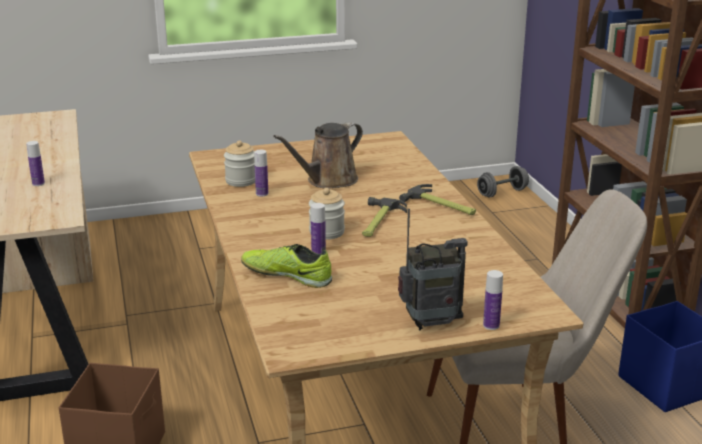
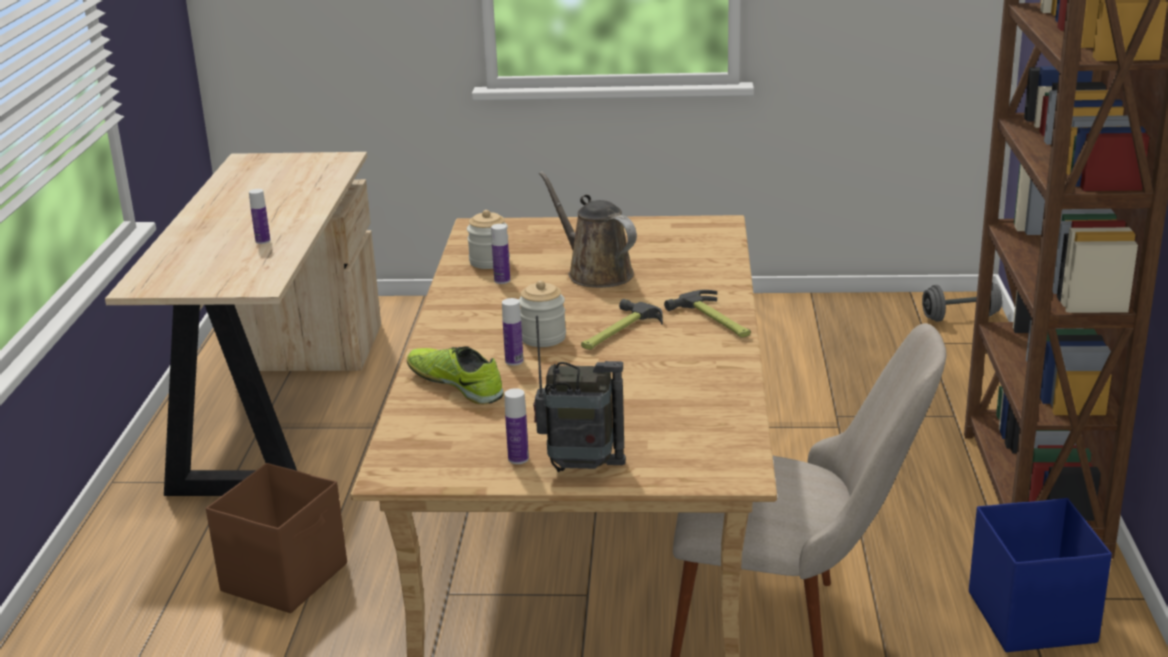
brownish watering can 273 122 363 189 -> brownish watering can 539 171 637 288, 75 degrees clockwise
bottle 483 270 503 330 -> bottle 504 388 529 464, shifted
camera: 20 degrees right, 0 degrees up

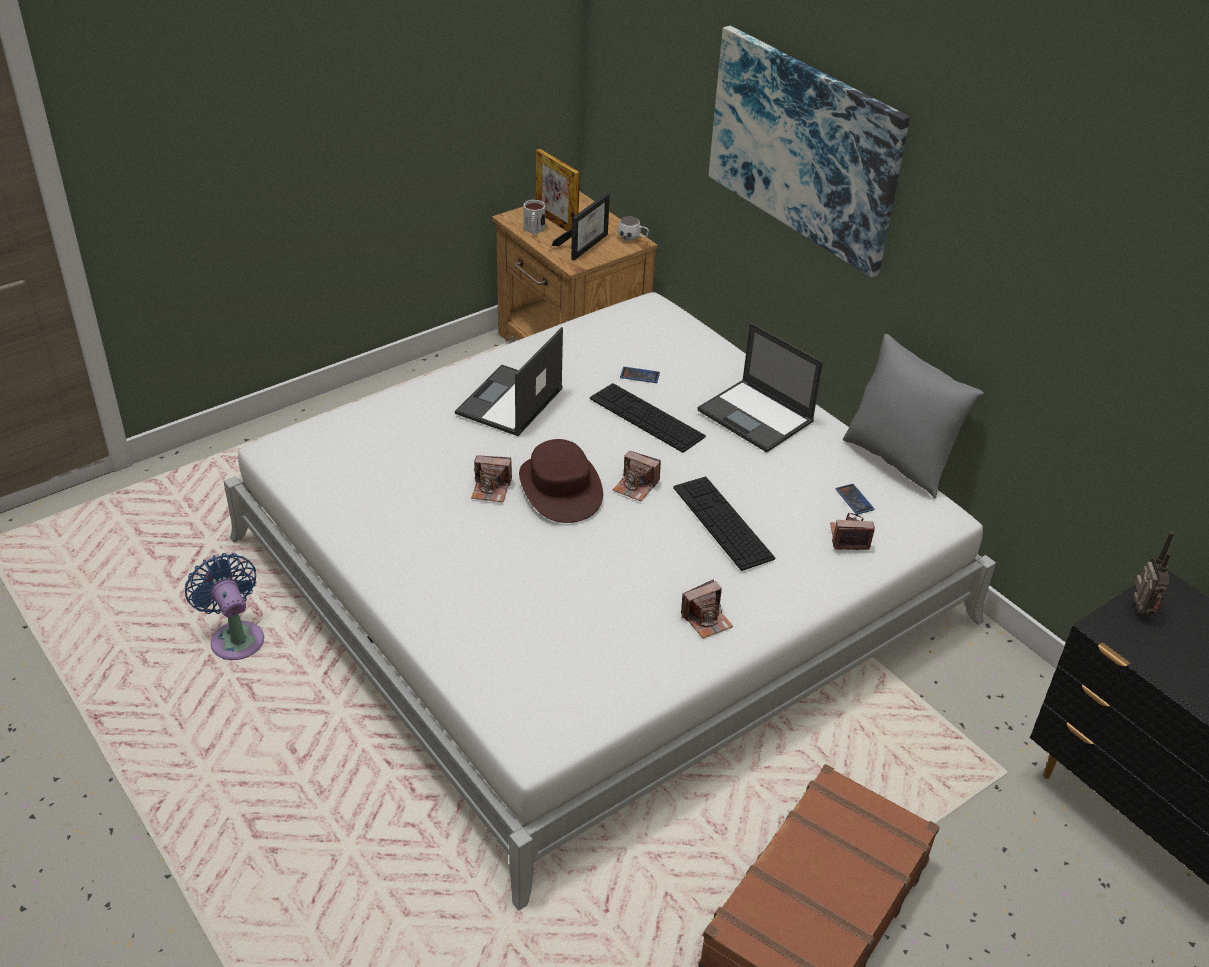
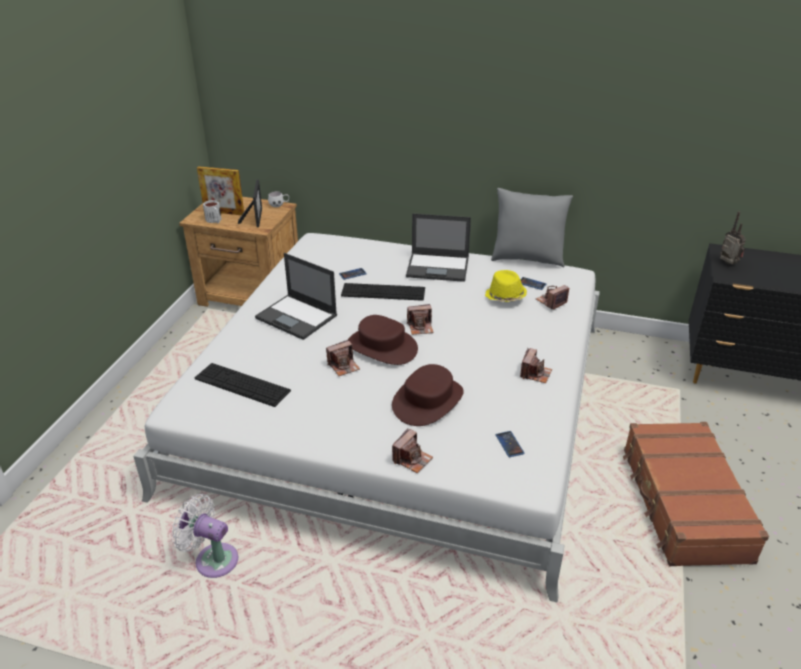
picture 709 26 910 277 -> none
notebook computer 455 327 563 436 -> notebook computer 255 253 337 340, 45 degrees counterclockwise
PC keyboard 673 477 775 571 -> PC keyboard 194 363 291 407, shifted
blue-coloured electric fan 185 553 264 660 -> white electric fan 172 494 238 578
none -> yellow wearable hat 485 270 527 302
none -> brownish wearable hat 392 364 464 426
none -> photo camera 392 429 433 473
none -> phone 496 431 525 457
camera: 35 degrees left, 5 degrees down

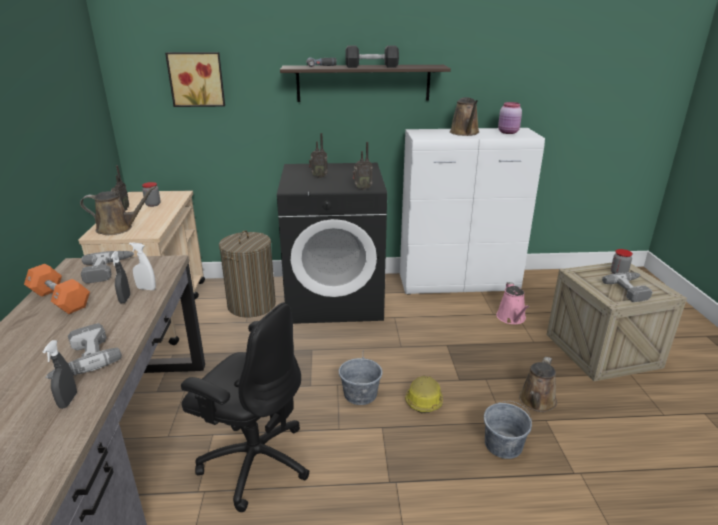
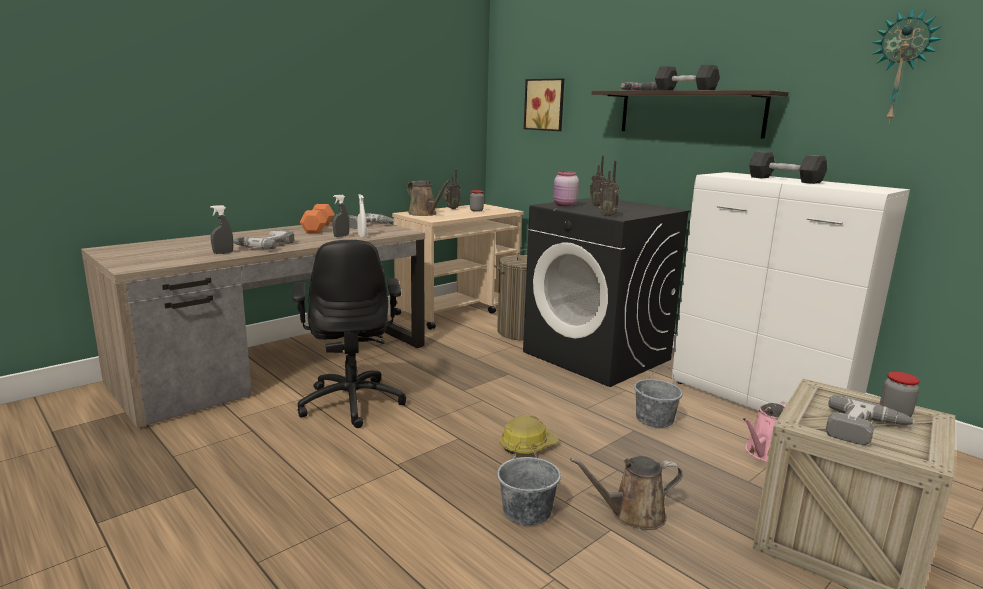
brownish watering can 450 97 479 136 -> black dumbbell 749 151 827 184
pink-coloured jar 498 102 522 134 -> pink-coloured jar 553 171 579 207, shifted
greyish pail 339 350 383 405 -> greyish pail 634 366 683 428, shifted
none -> wall clock 872 7 942 123
camera: 50 degrees right, 10 degrees down

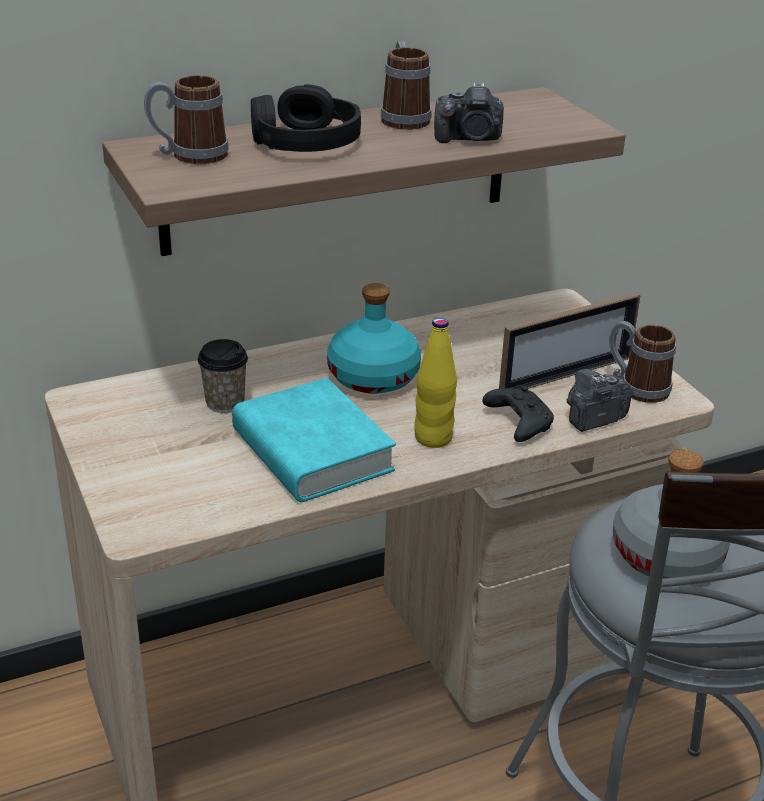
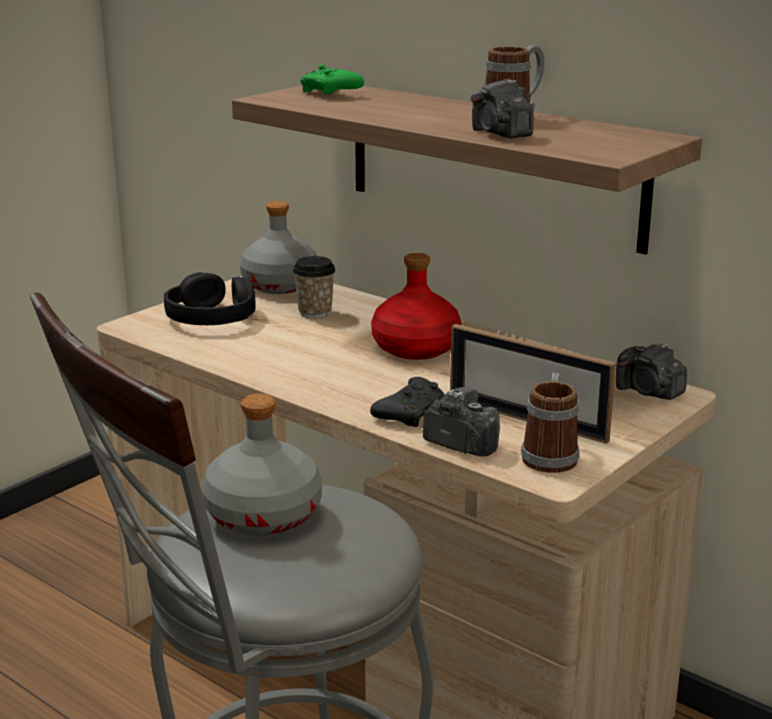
coffee mug 144 75 229 164 -> greenish gamepad 300 64 364 94
black headset 251 84 361 152 -> black headset 164 272 256 325, shifted
turquoise bottle 327 283 421 394 -> red-coloured bottle 371 253 462 360
yellow bottle 414 317 457 448 -> none
turquoise volume 232 378 396 502 -> none
none -> greyish bottle 240 201 317 294
none -> photo camera 616 342 687 400
camera: 65 degrees right, 10 degrees down

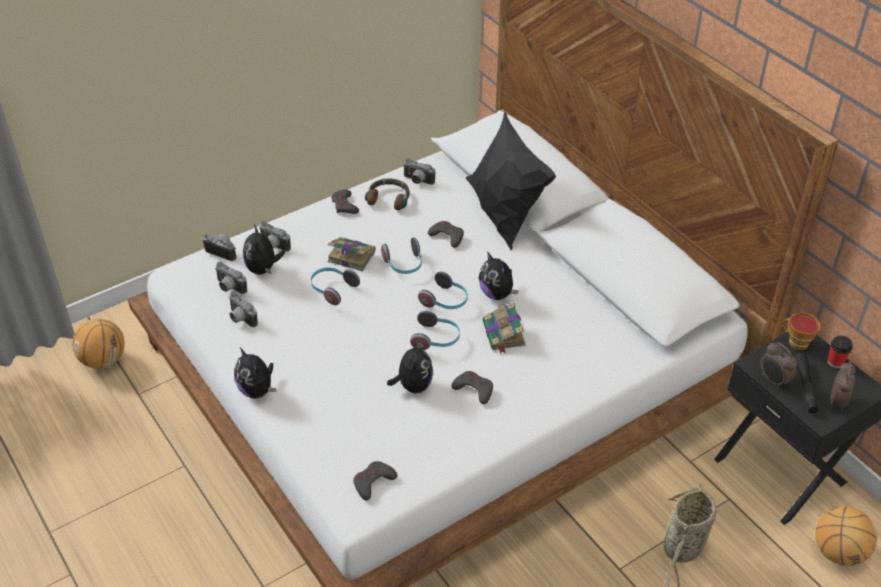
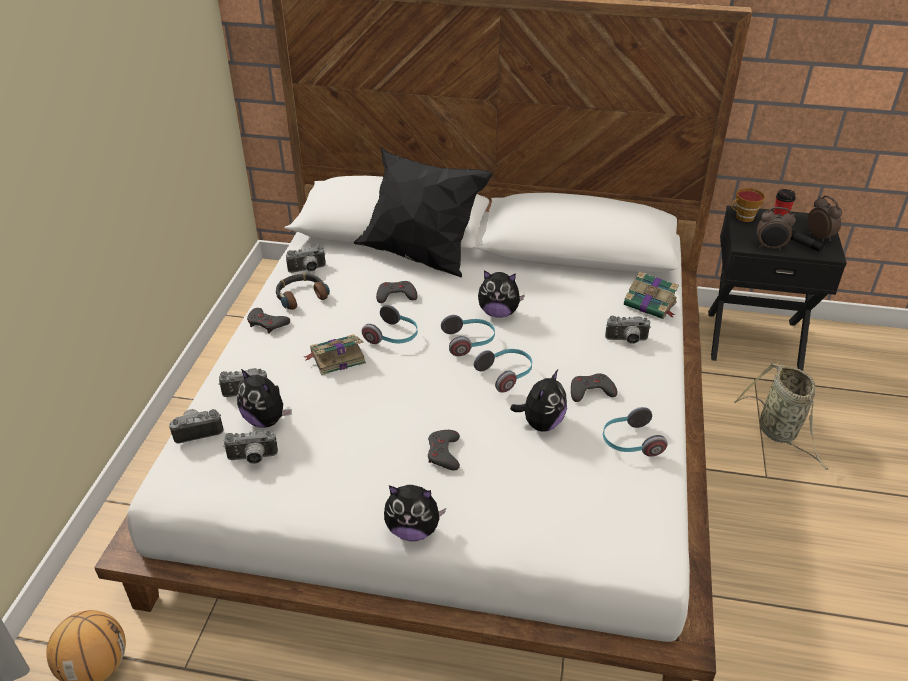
headset 311 268 360 305 -> headset 603 407 668 456, shifted
photo camera 229 291 258 327 -> photo camera 605 316 651 344, shifted
volume 482 302 526 354 -> volume 624 271 679 319, shifted
plush toy 387 339 433 393 -> plush toy 510 370 567 432, 75 degrees clockwise
greyish gamepad 353 461 397 500 -> greyish gamepad 428 430 460 471, shifted
basketball 815 506 877 566 -> none
camera: 45 degrees left, 5 degrees down

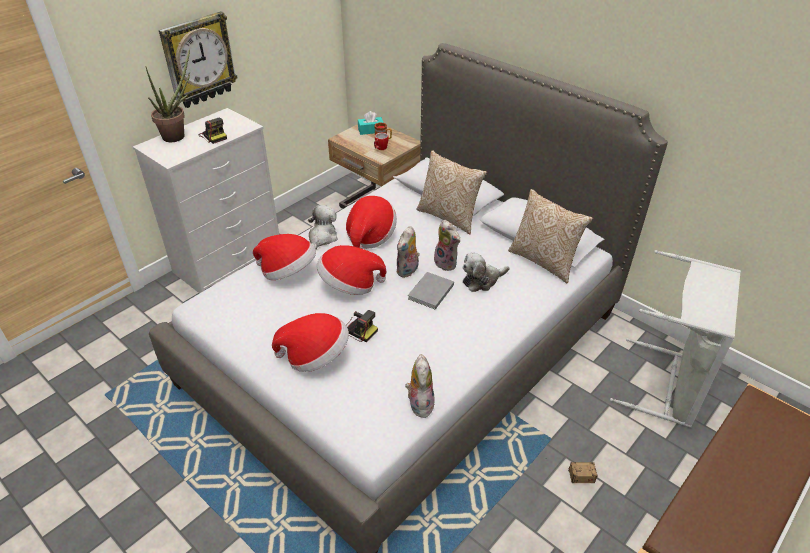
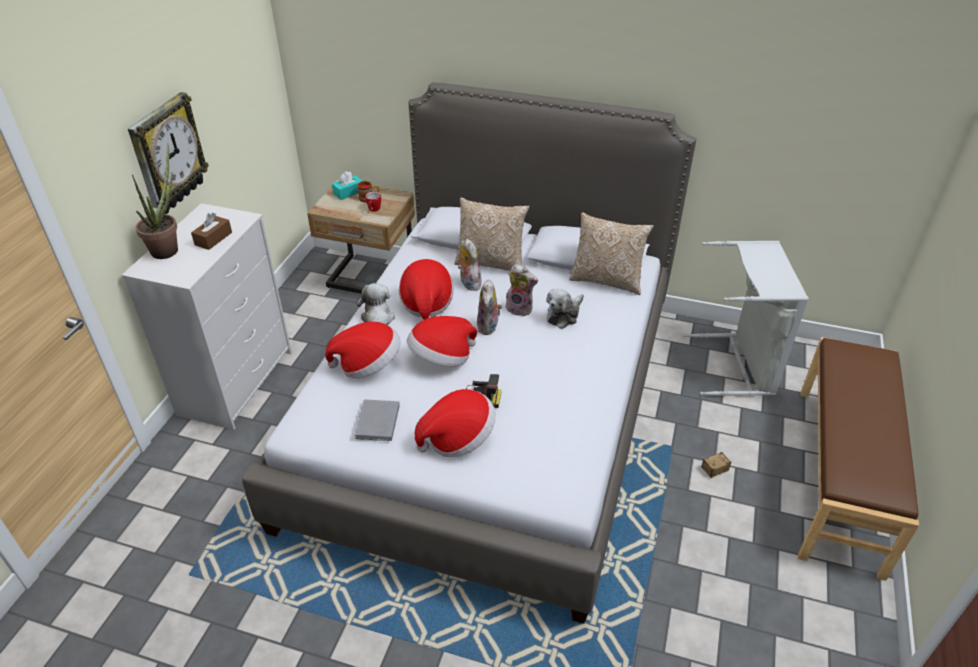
photo camera 198 117 227 144 -> brownish tissue box 191 212 232 250
greyish volume 408 272 454 310 -> greyish volume 354 399 400 441, shifted
plush toy 405 354 435 418 -> plush toy 458 239 482 291, shifted
camera: 25 degrees left, 0 degrees up

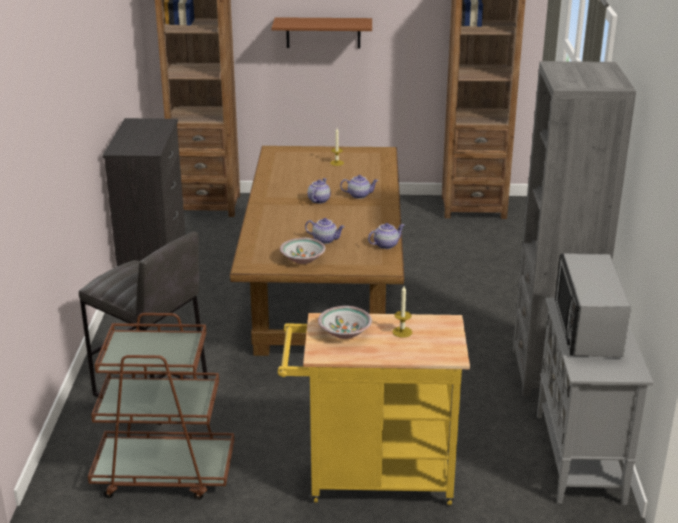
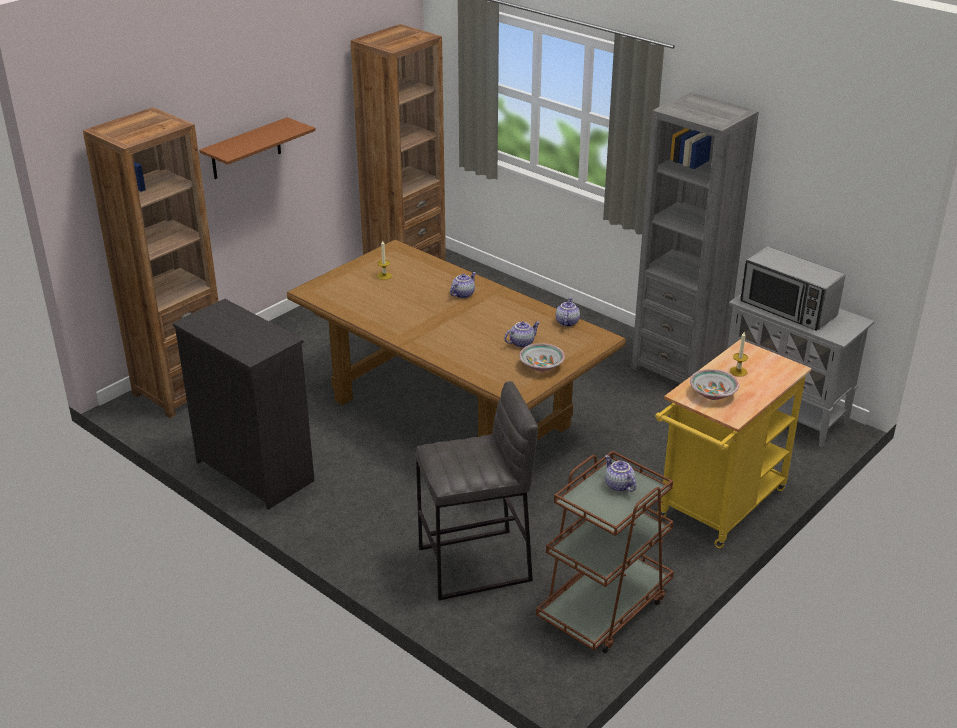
tea pot 308 178 331 204 -> tea pot 605 455 636 492, shifted
camera: 50 degrees left, 5 degrees up

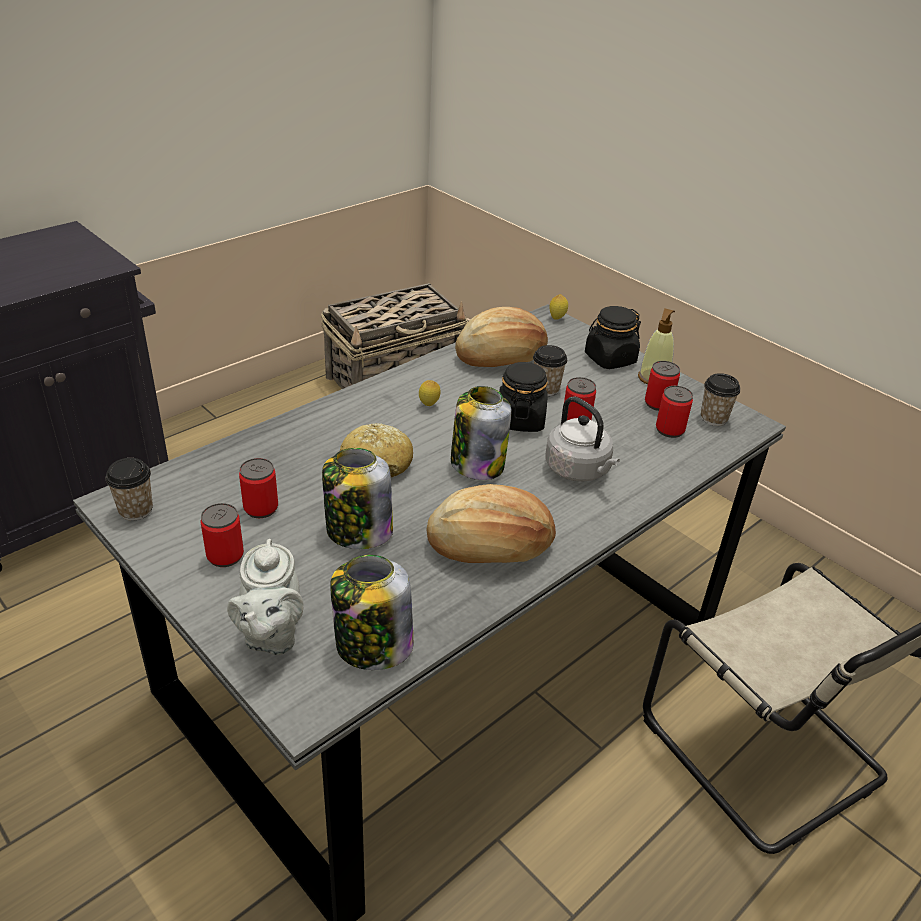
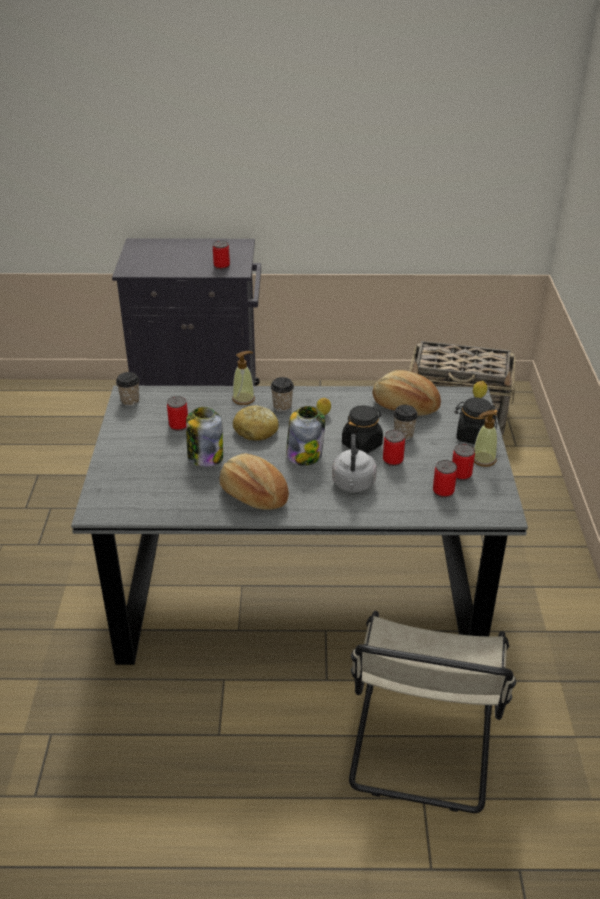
small cup 701 373 740 426 -> small cup 271 377 294 412, shifted
metal can 201 503 244 567 -> metal can 213 241 230 269, shifted
greyish tea pot 227 539 304 655 -> none
jar 330 555 413 670 -> none
none -> liquid soap bottle 232 351 255 405
camera: 45 degrees right, 0 degrees up

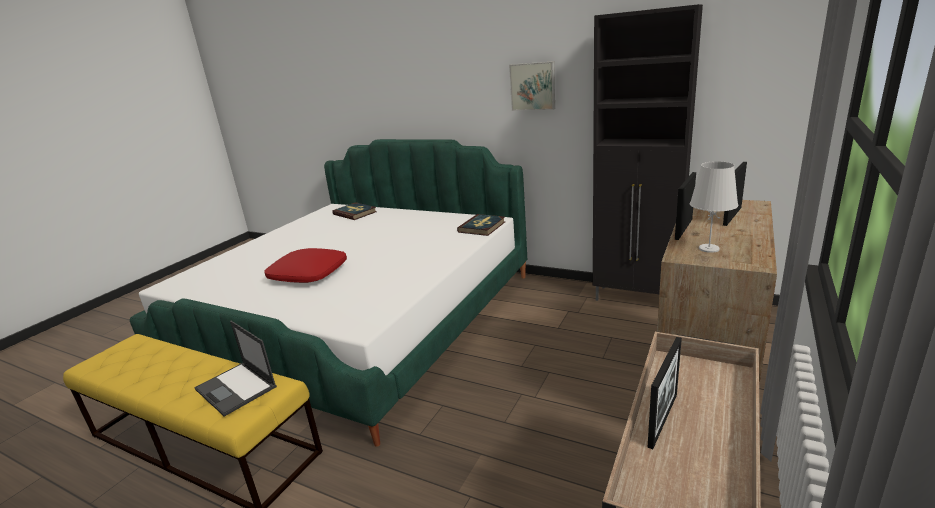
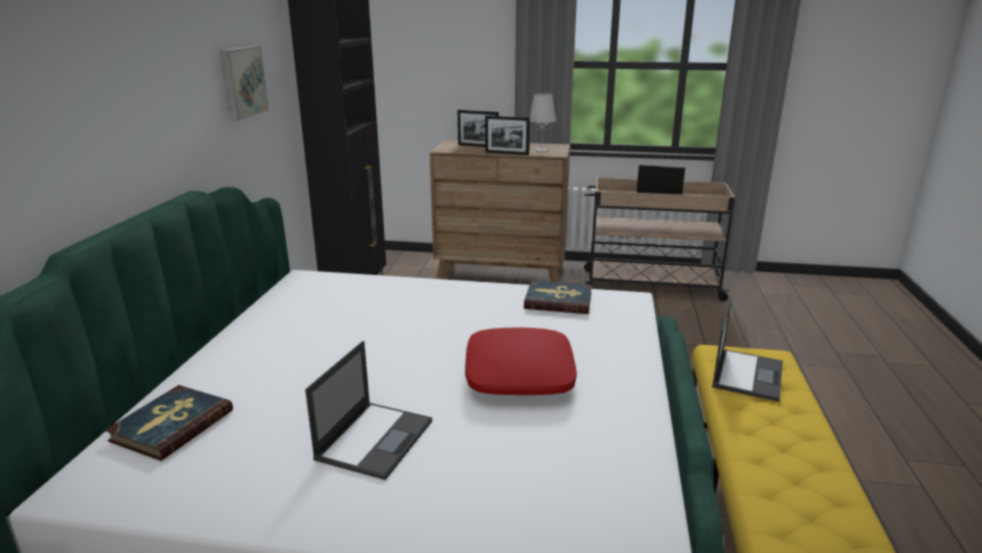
volume 457 214 505 236 -> volume 524 280 592 314, shifted
none -> notebook computer 305 341 432 480
camera: 110 degrees left, 0 degrees up

